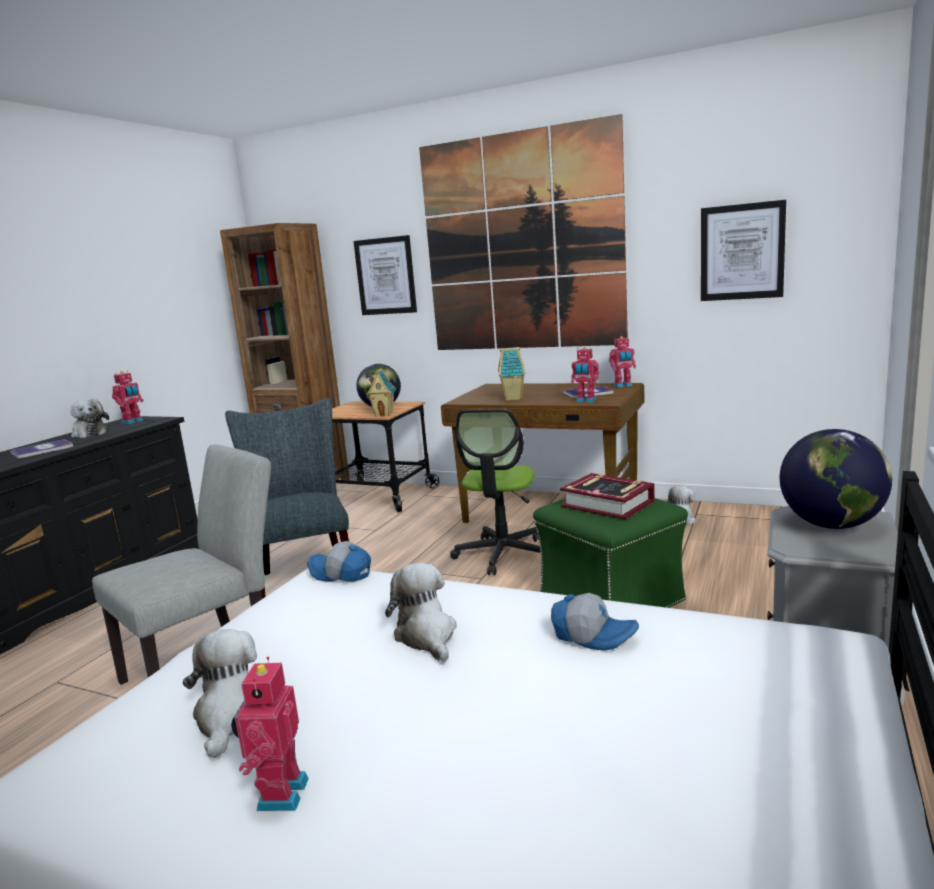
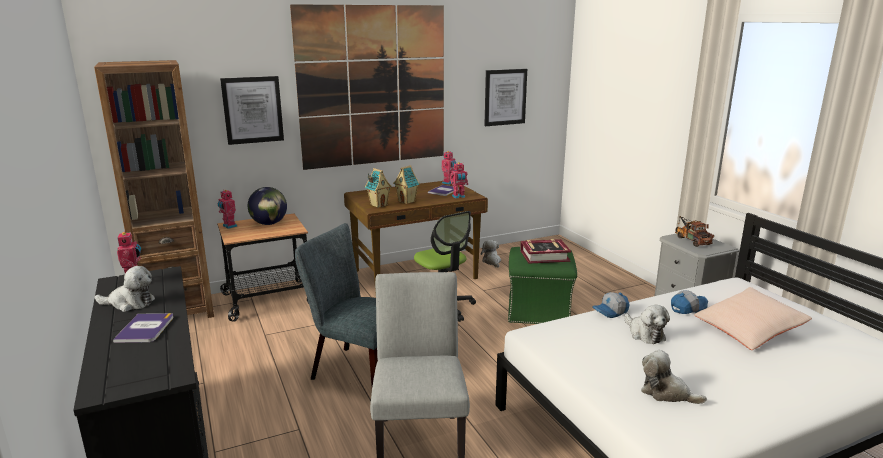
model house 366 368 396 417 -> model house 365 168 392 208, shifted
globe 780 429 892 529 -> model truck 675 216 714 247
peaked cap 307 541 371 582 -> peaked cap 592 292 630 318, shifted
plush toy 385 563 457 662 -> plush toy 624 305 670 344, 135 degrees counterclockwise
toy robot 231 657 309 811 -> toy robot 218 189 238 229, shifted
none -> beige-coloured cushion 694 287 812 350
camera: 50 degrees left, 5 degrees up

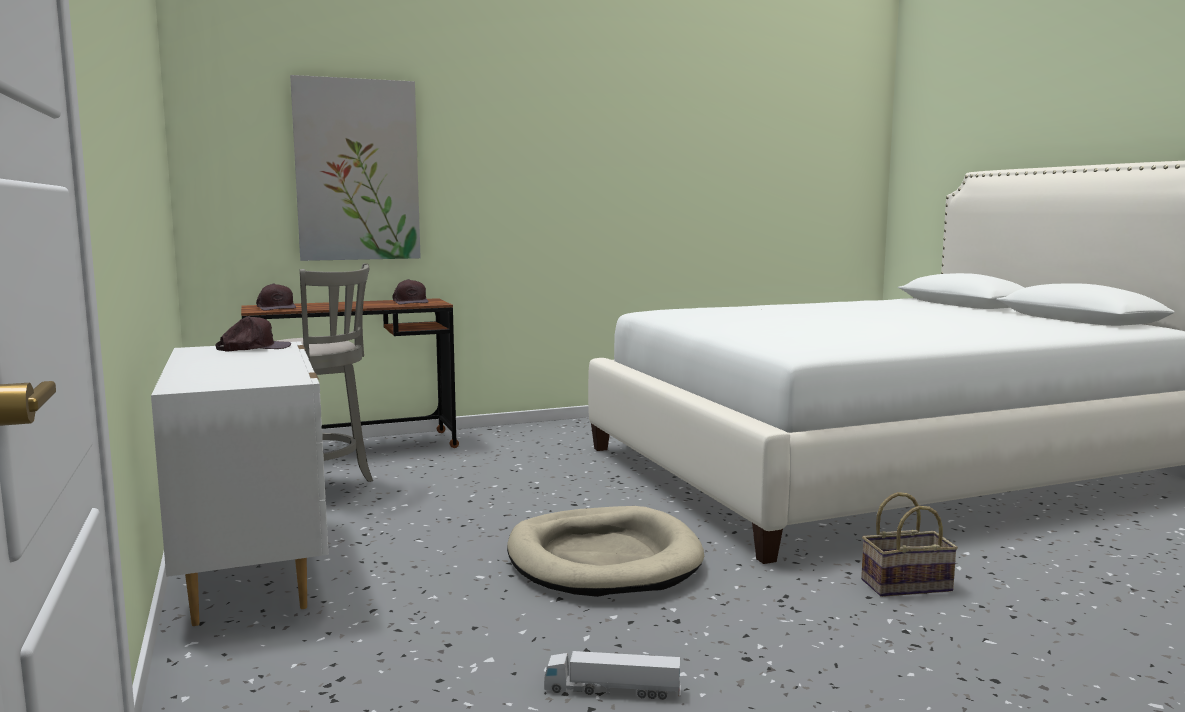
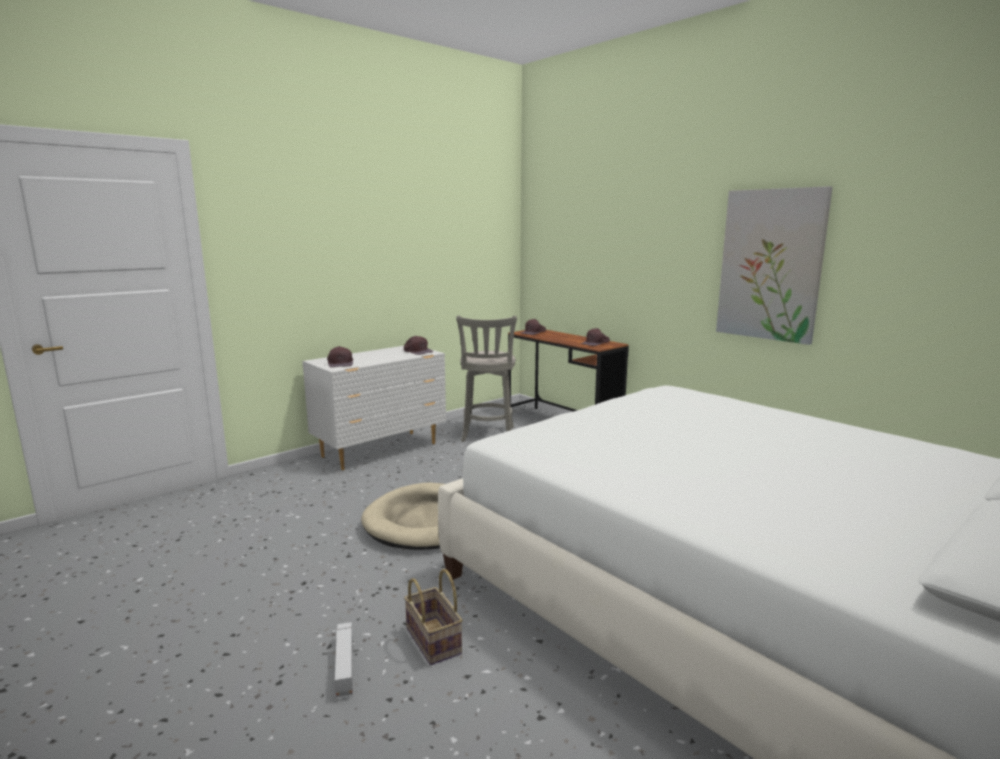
picture 290 75 421 261 -> picture 716 186 833 345, shifted
model truck 544 651 681 700 -> model truck 335 622 353 699, shifted
none -> brownish peaked cap 327 346 353 367
camera: 70 degrees right, 5 degrees up

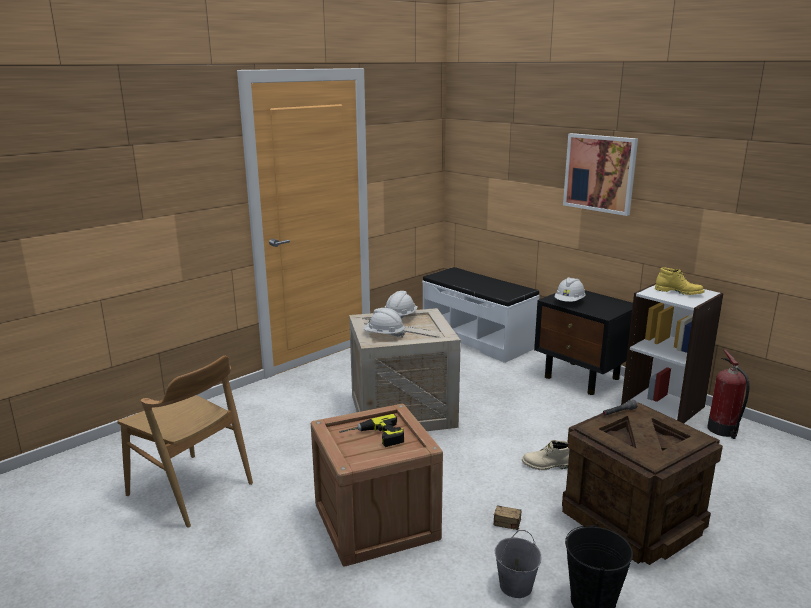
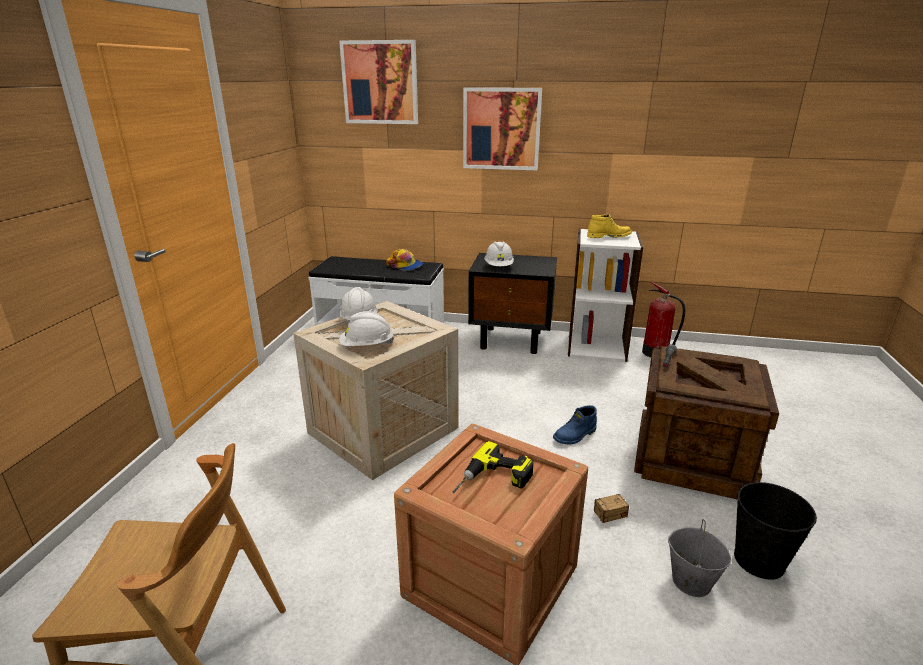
beige-coloured high-top boot 522 440 570 470 -> blue-coloured high-top boot 553 405 597 444
none -> picture 339 40 418 124
none -> peaked cap 386 249 423 271
camera: 35 degrees left, 5 degrees up

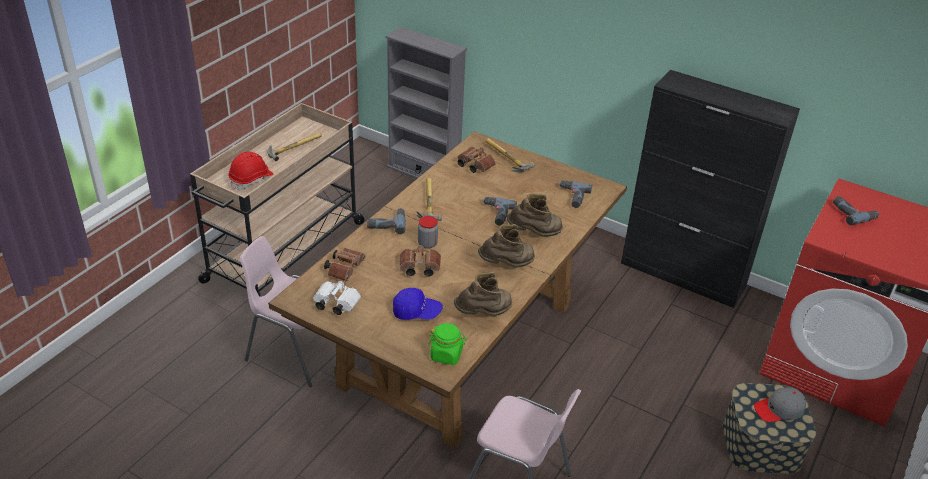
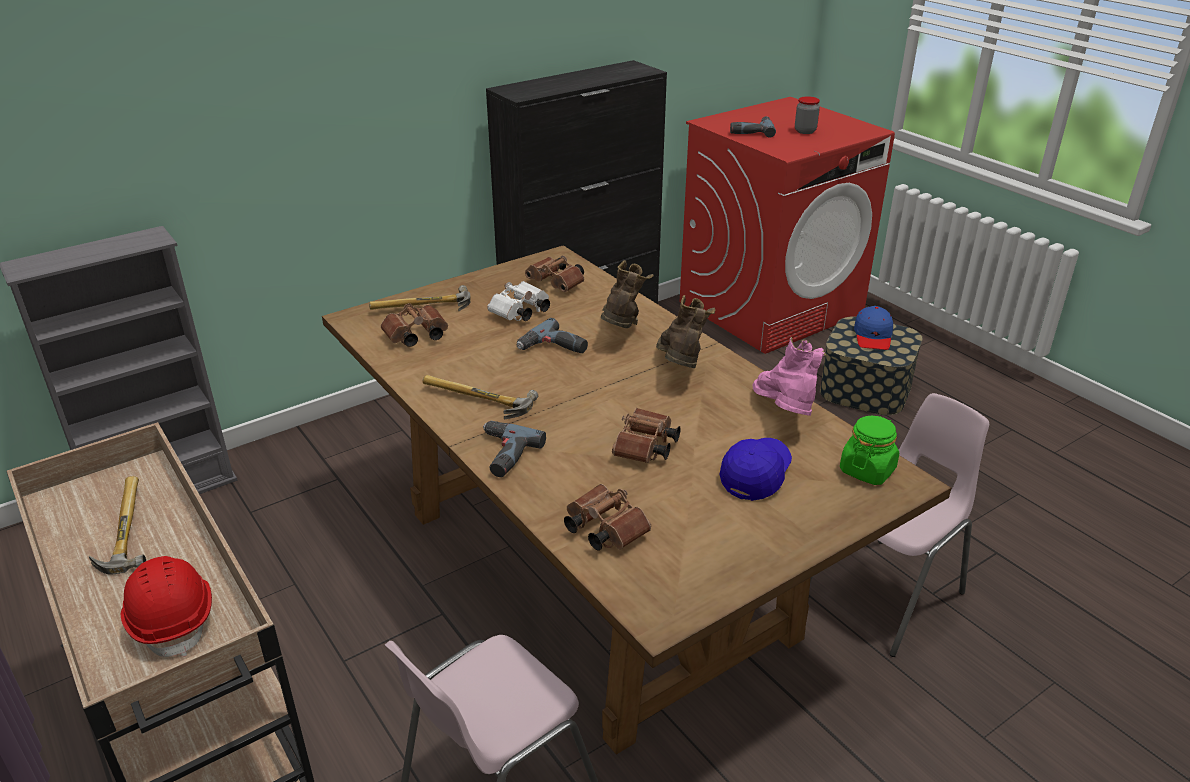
power drill 559 180 592 208 -> brownish binoculars 525 256 584 292
jar 418 216 438 249 -> jar 795 96 820 134, shifted
brownish high-top boot 454 272 512 317 -> pink-coloured high-top boot 753 337 827 416
white binoculars 313 281 361 315 -> white binoculars 487 281 550 321, shifted
greyish peaked cap 754 387 806 422 -> blue-coloured peaked cap 854 306 893 350
camera: 65 degrees left, 5 degrees down

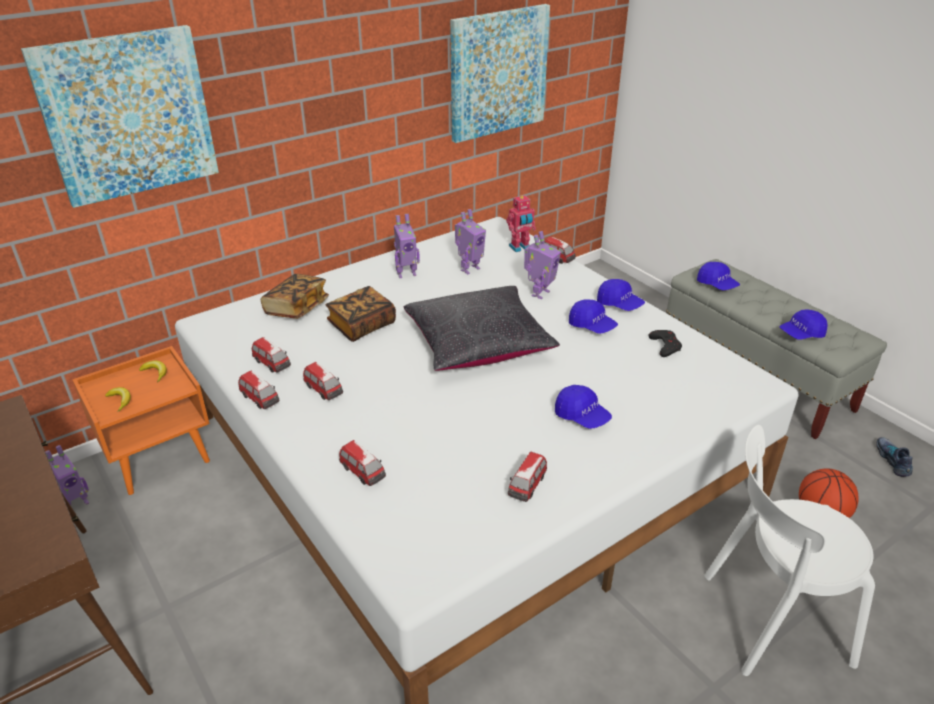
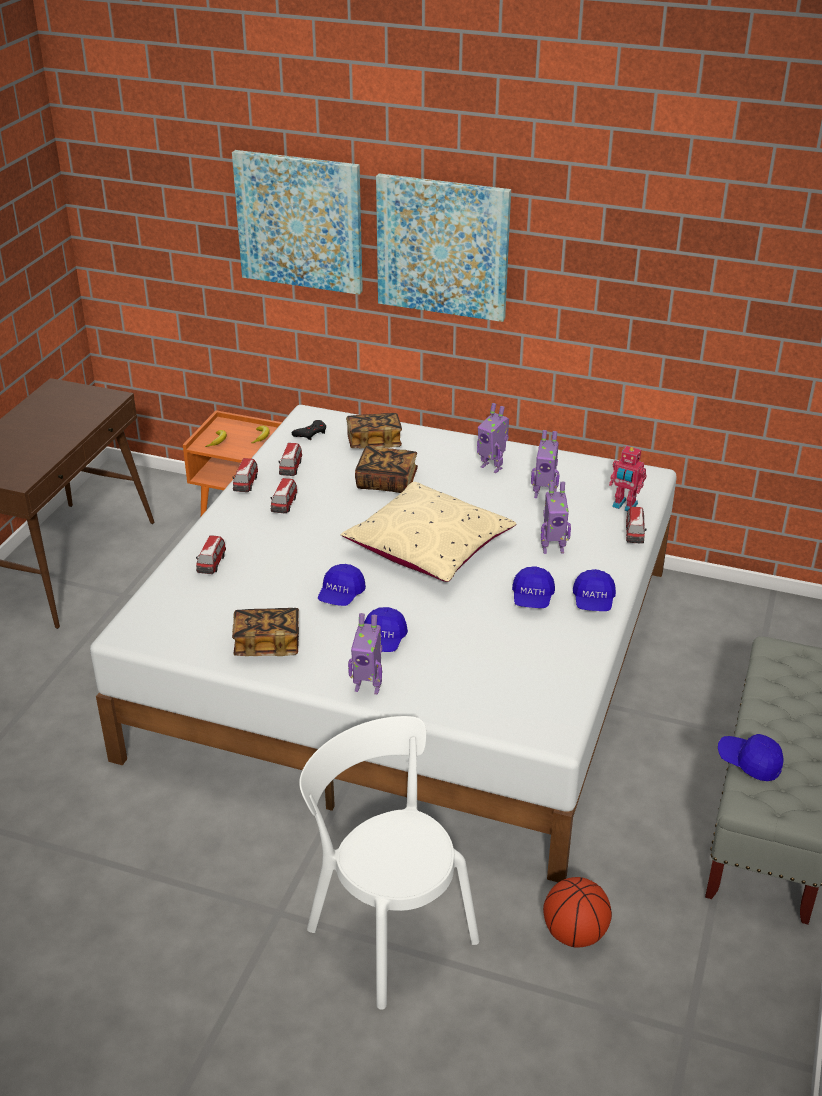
picture 450 4 550 143 -> picture 376 173 511 322, shifted
blue-coloured peaked cap 697 262 740 290 -> blue-coloured peaked cap 318 564 366 606, shifted
black cushion 404 286 560 371 -> beige-coloured cushion 341 482 516 582
black gamepad 648 330 682 357 -> black gamepad 292 420 326 440, shifted
shoe 876 437 913 477 -> none
toy robot 45 445 89 506 -> toy robot 348 613 382 695, shifted
toy car 508 452 547 502 -> volume 232 608 299 656
camera: 55 degrees right, 0 degrees up

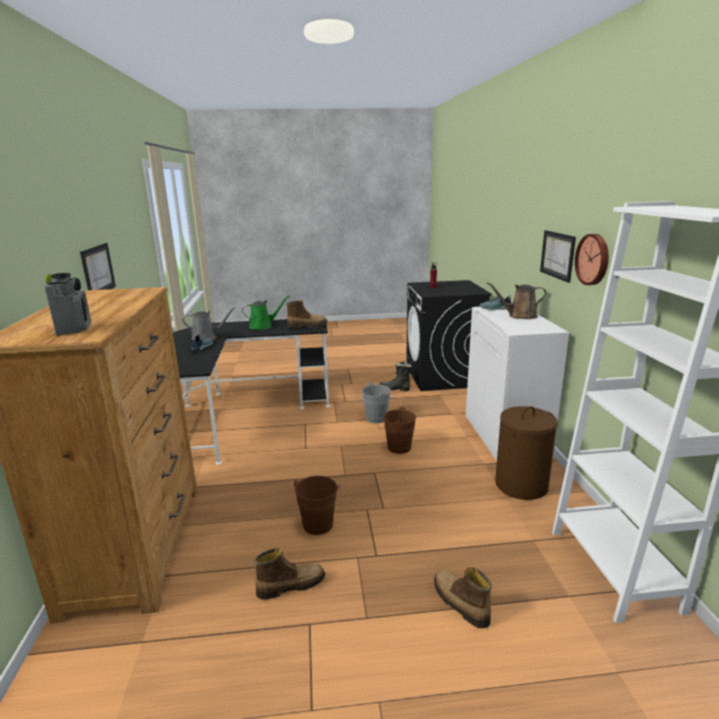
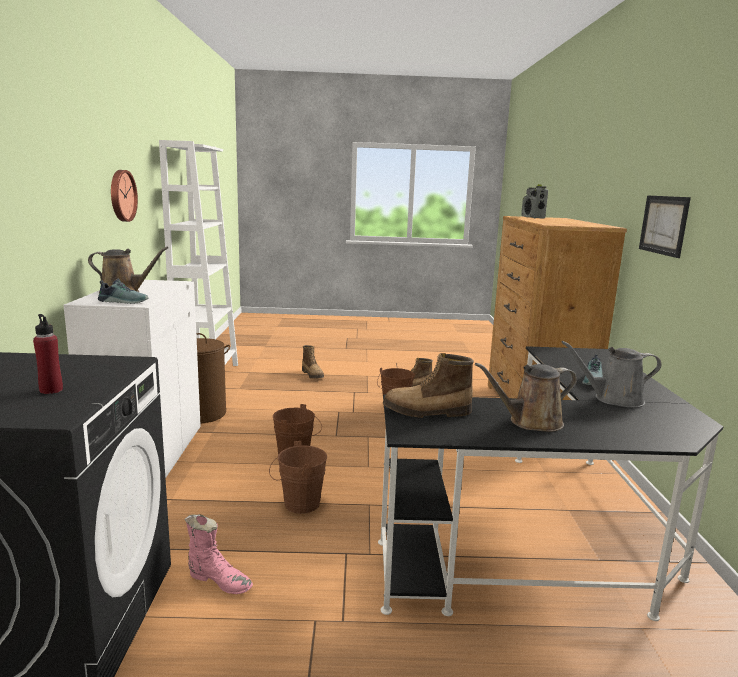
picture 540 230 576 283 -> none
greenish watering can 242 295 289 330 -> brownish watering can 475 363 577 432
black high-top boot 380 361 411 391 -> pink-coloured high-top boot 184 514 253 594
greyish pail 362 382 396 423 -> brownish pail 269 441 327 514
camera: 175 degrees left, 5 degrees down

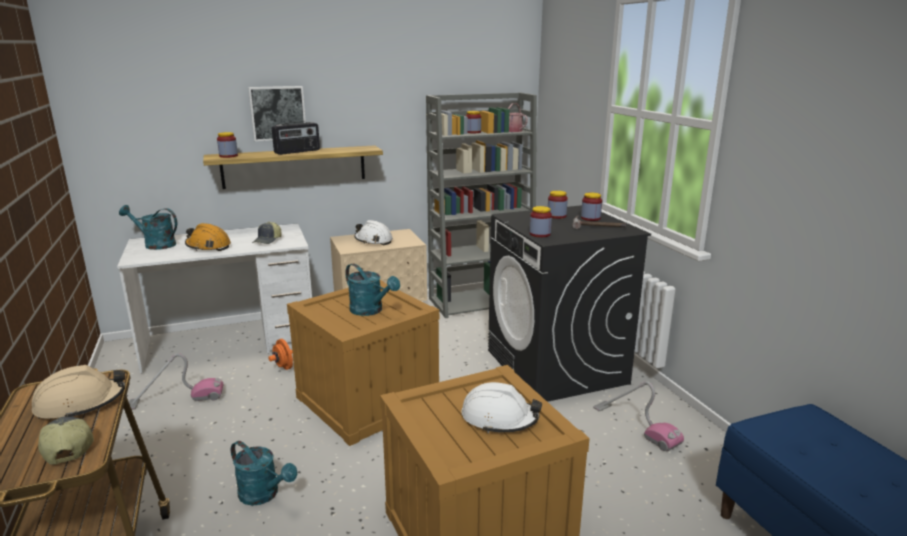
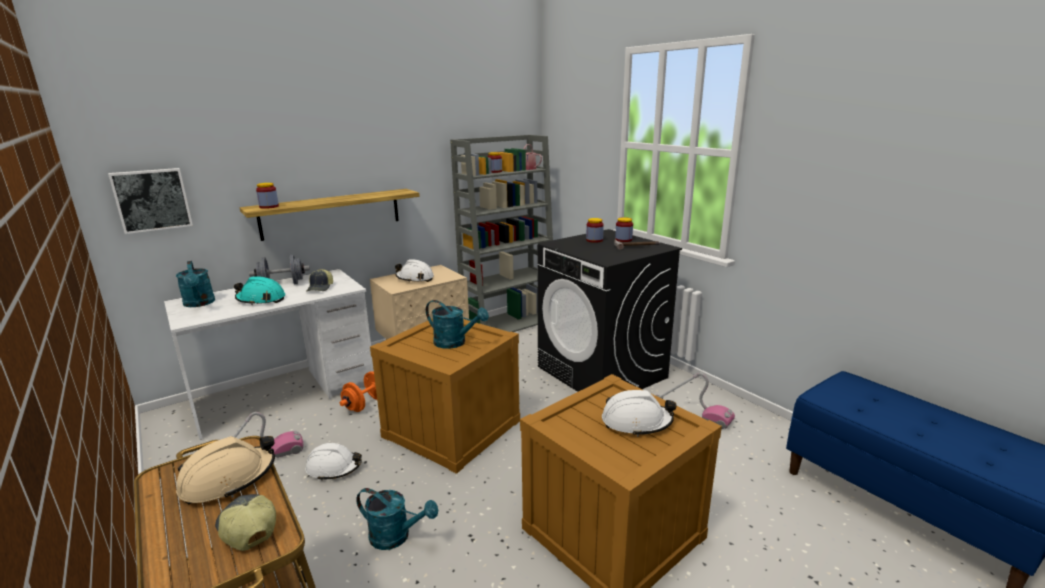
picture 248 86 306 141 -> picture 108 168 193 234, shifted
radio receiver 272 121 320 155 -> none
turquoise watering can 119 205 177 250 -> turquoise watering can 176 261 215 307, 120 degrees counterclockwise
jar 530 206 552 237 -> none
orangey hard hat 185 223 231 251 -> turquoise hard hat 234 277 285 305
none -> greyish dumbbell 249 255 310 284
none -> white hard hat 306 443 362 481
camera: 15 degrees left, 0 degrees up

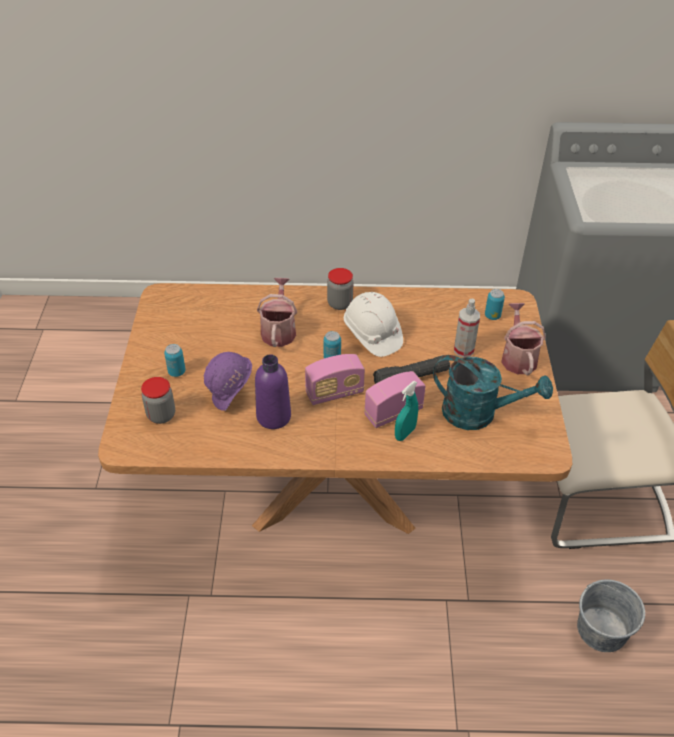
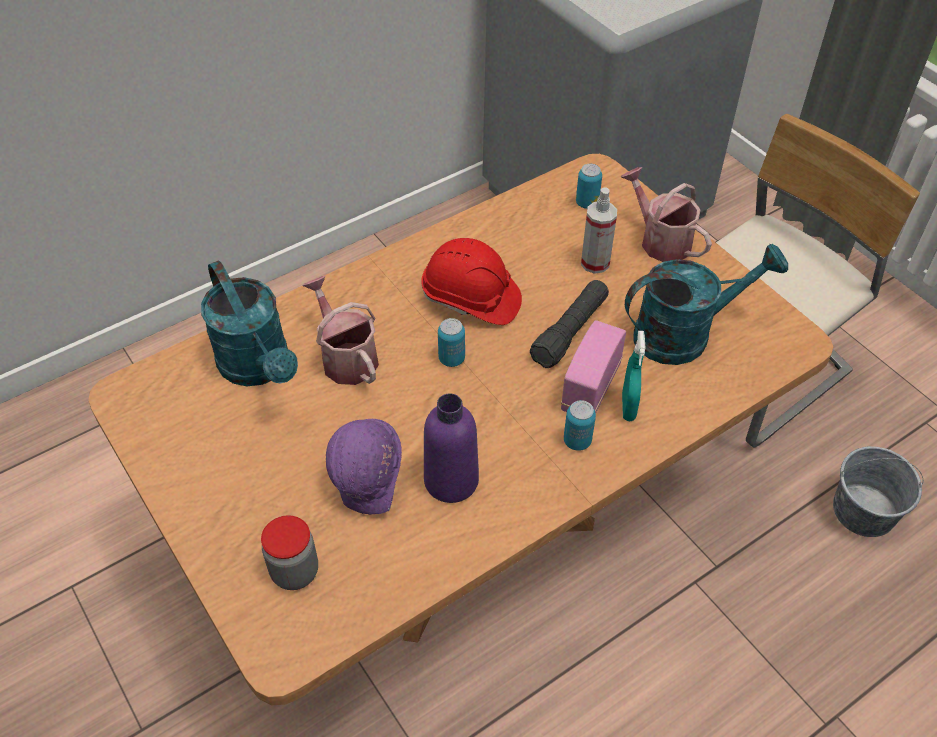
jar 327 268 353 310 -> none
white hard hat 344 292 403 357 -> red-coloured hard hat 421 238 522 325
metal can 164 344 185 377 -> metal can 564 400 596 451, shifted
radio receiver 305 354 365 405 -> none
none -> turquoise watering can 201 261 298 386
camera: 35 degrees left, 5 degrees up

